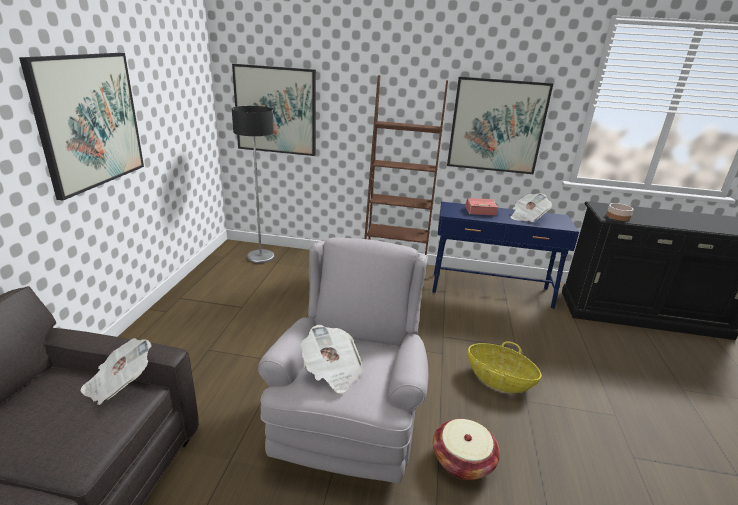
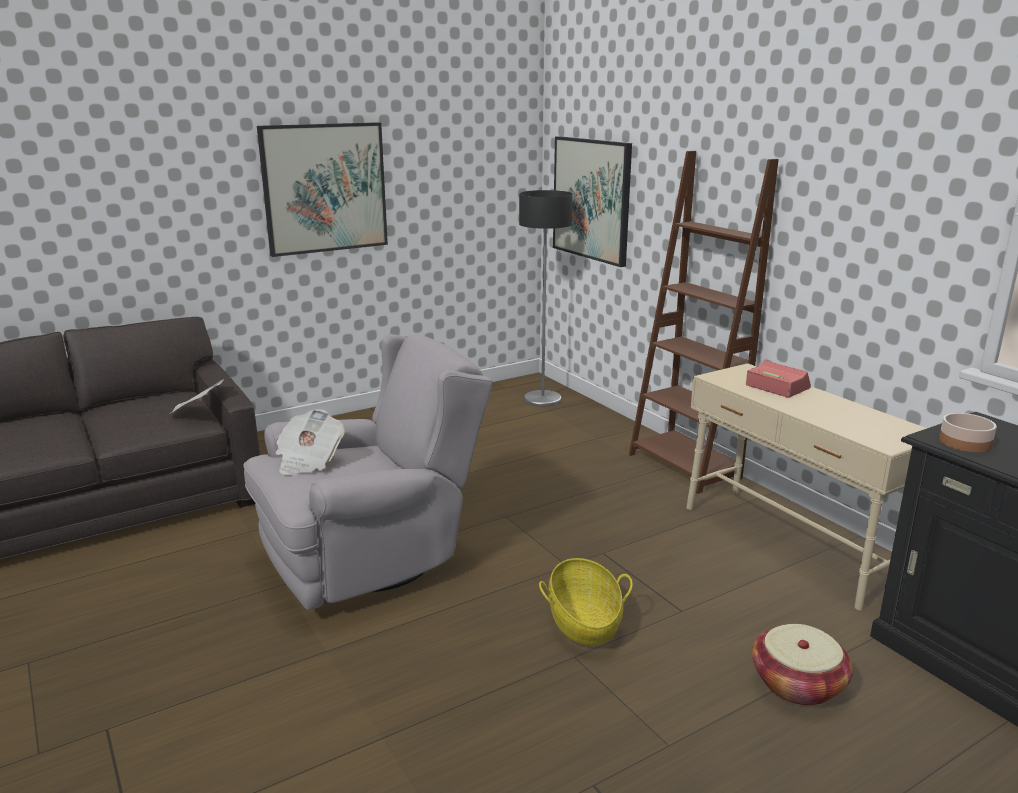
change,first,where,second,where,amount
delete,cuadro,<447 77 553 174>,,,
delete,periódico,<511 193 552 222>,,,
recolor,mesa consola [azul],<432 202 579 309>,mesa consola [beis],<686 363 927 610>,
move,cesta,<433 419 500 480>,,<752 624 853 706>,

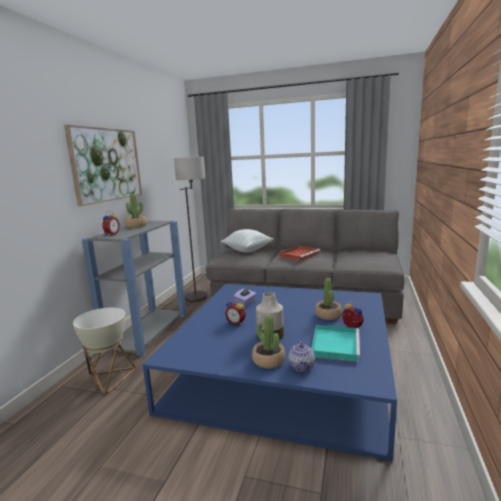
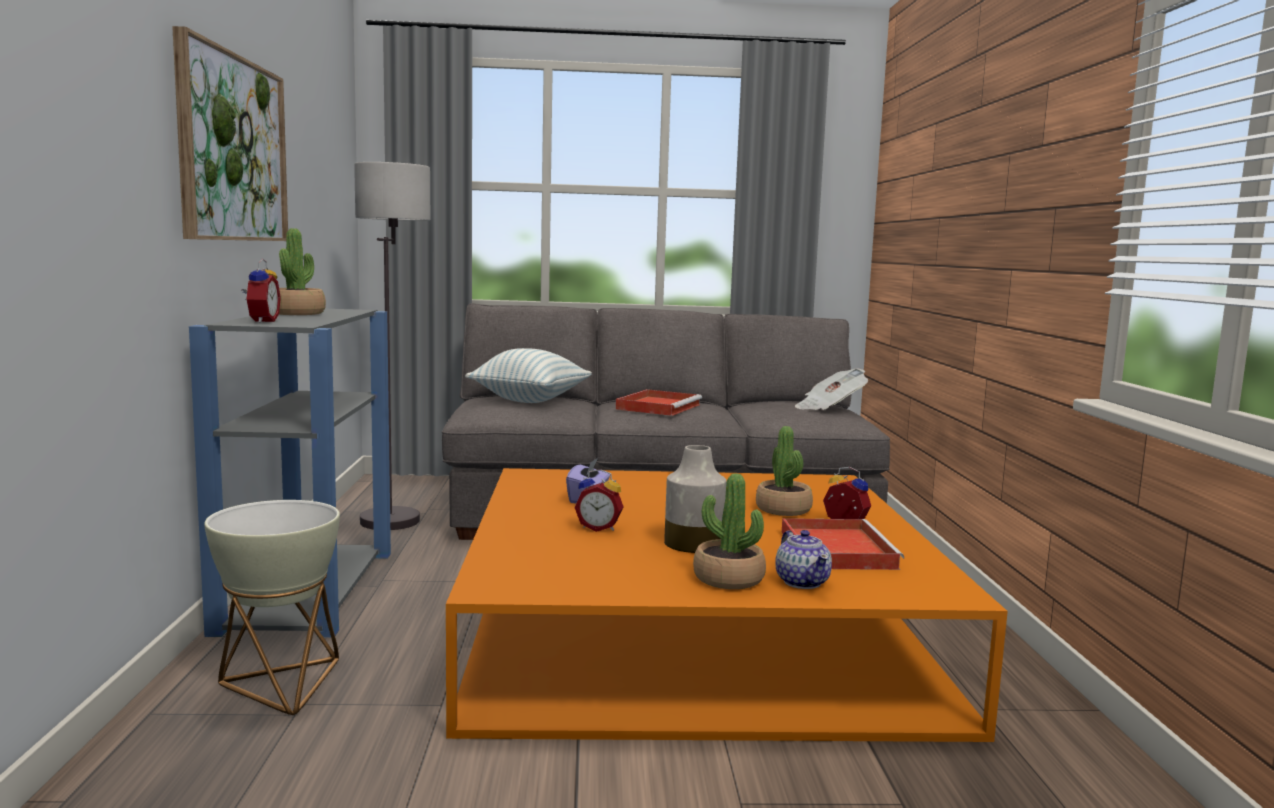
change,first,where,second,where,amount
recolor,mesa de centro [azul],<143 284 397 461>,mesa de centro [naranja],<446 468 1008 742>,
recolor,bandeja [turquesa],<311 325 360 362>,bandeja [rojo],<782 518 904 570>,
insert,,,periódico,<795 369 868 410>,

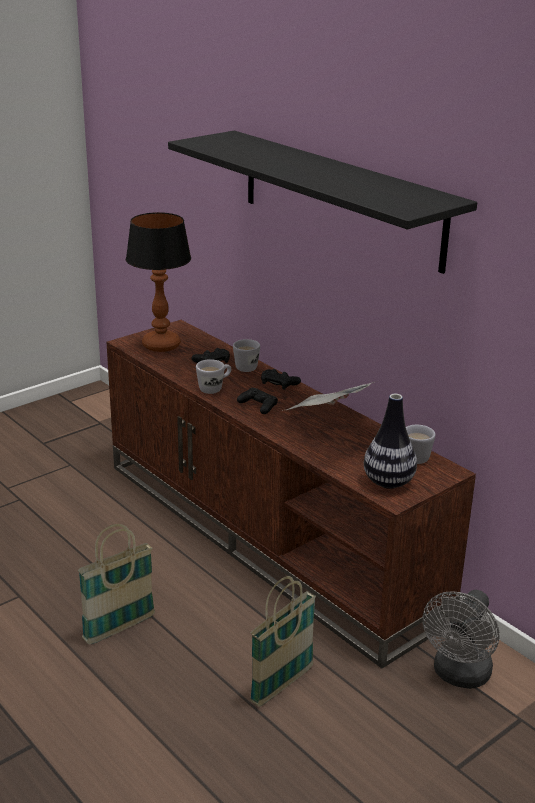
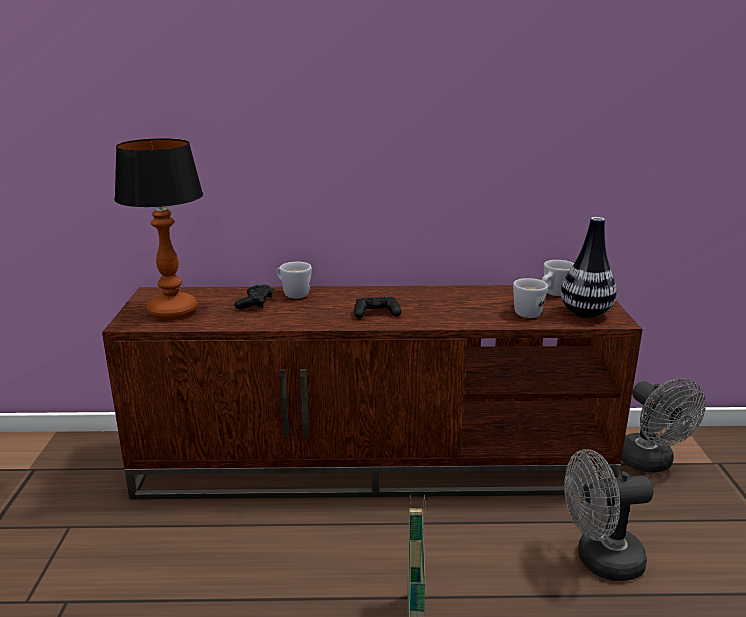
change,first,where,second,where,amount
delete,estante [negro],<168 131 477 274>,,,
move,taza grande [blanco],<196 359 231 394>,,<513 278 548 318>,
delete,mando de consola [negro],<261 369 301 390>,,,
delete,periódico,<282 381 378 411>,,,
replace,cesta,<250 576 316 707>,ventilador [gris],<564 449 653 581>,

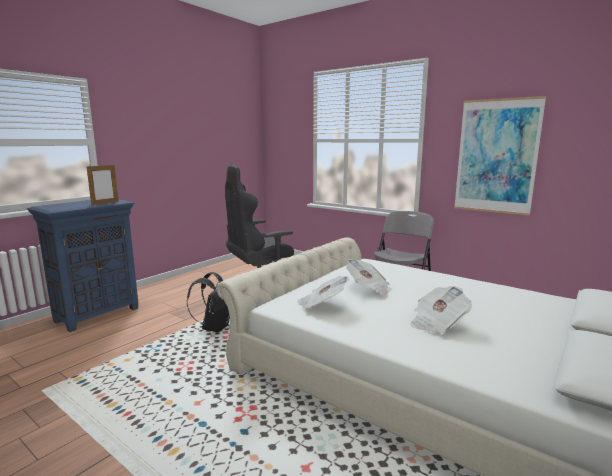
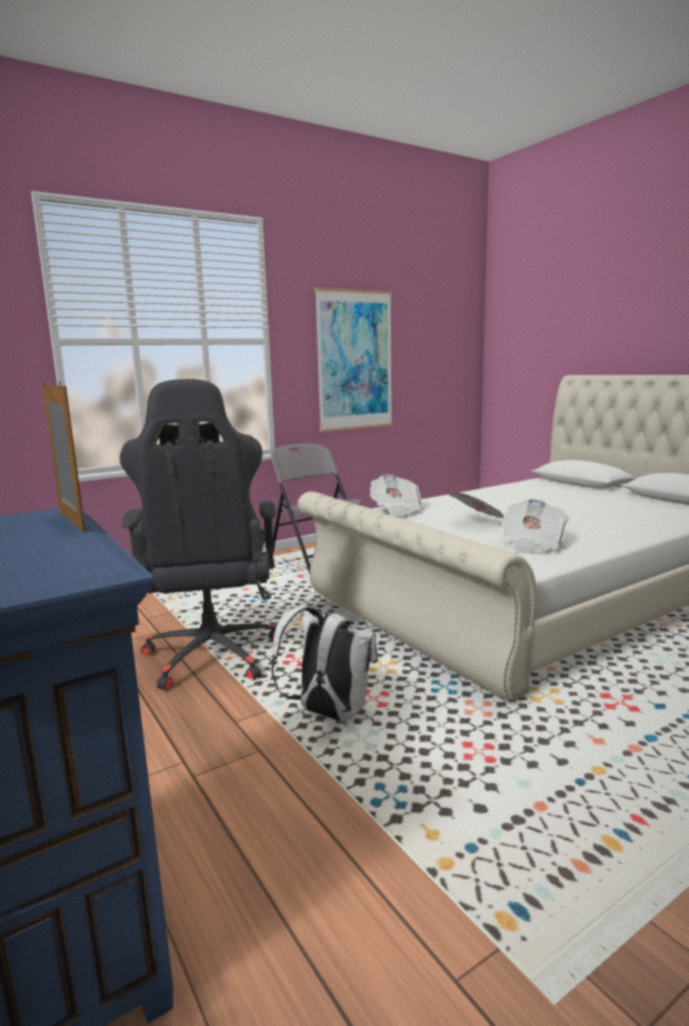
change,first,where,second,where,amount
recolor,mochila [negro],<187 272 230 333>,mochila [blanco],<271 606 378 722>,
move,periódico,<410 286 472 333>,,<370 474 422 517>,

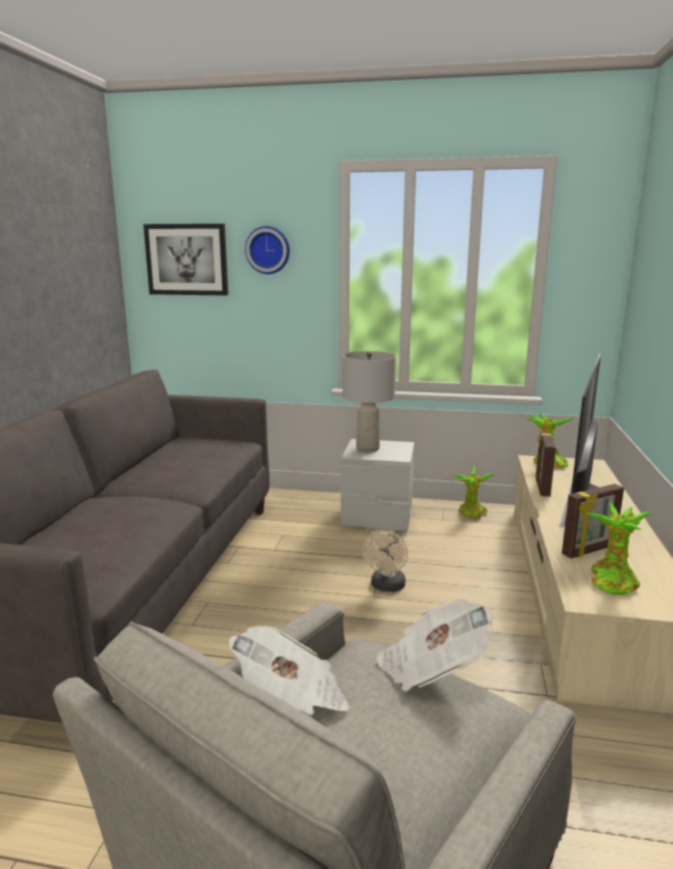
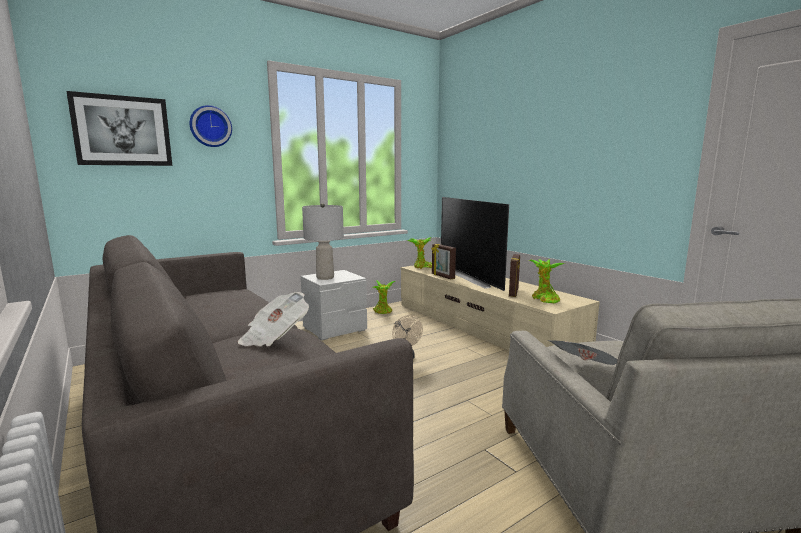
change,first,where,second,where,amount
move,periódico,<376 599 493 692>,,<238 292 309 346>,

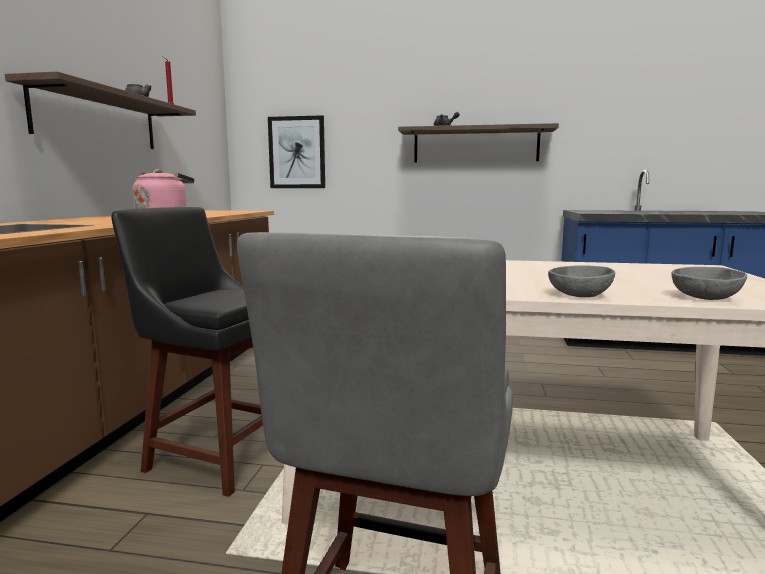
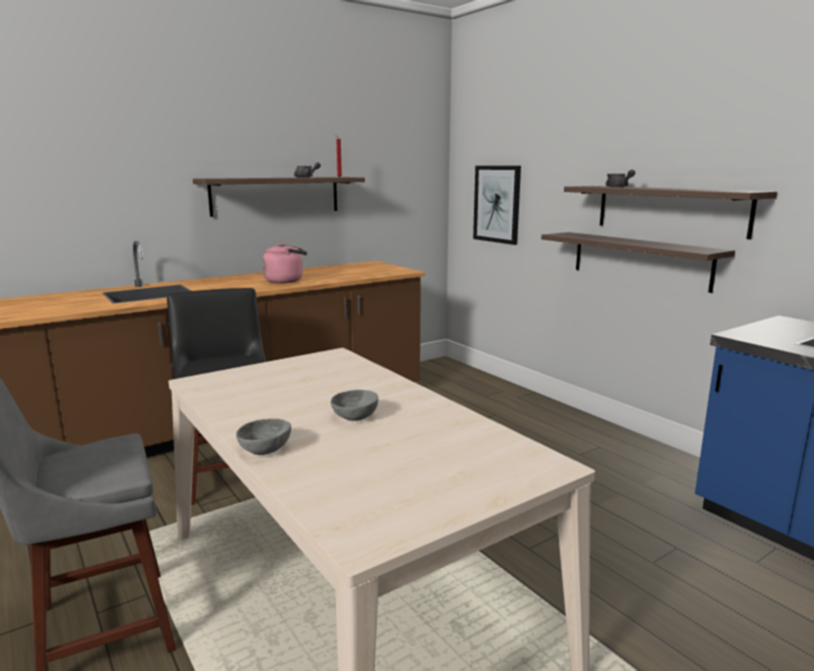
change,first,where,second,where,amount
move,cuenco [gris],<671 267 747 300>,,<331 390 378 421>,
insert,,,estante,<541 232 735 293>,

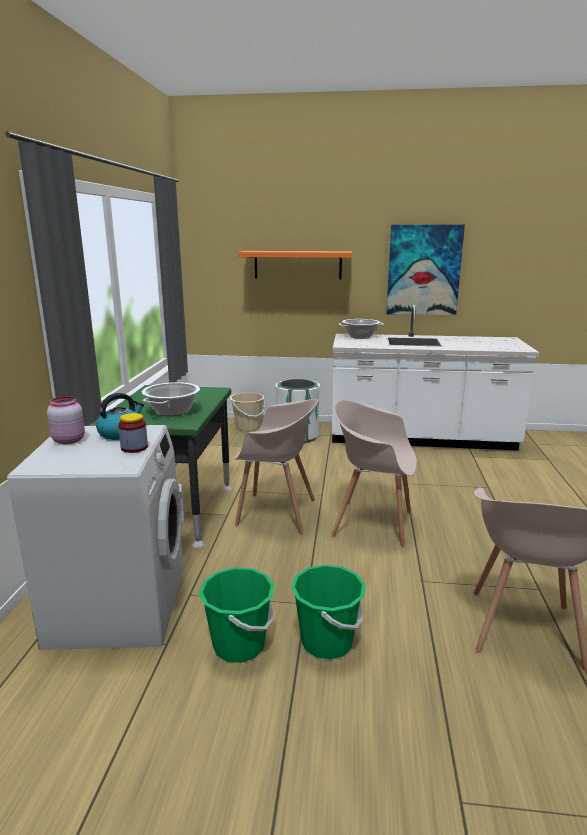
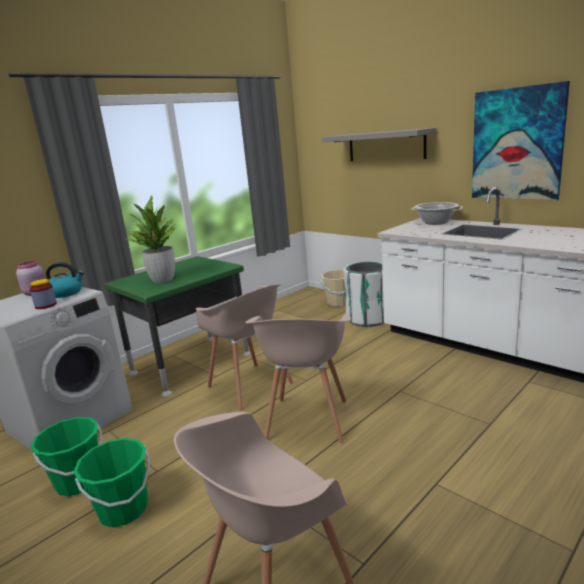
change,first,where,second,where,amount
recolor,estante [naranja],<238 251 352 279>,estante [gris],<322 128 437 161>,
replace,olla,<142 382 200 416>,planta en maceta,<123 195 177 283>,
rotate,silla [beis],<331 400 417 546>,,<245 314 351 443>,135 degrees counterclockwise

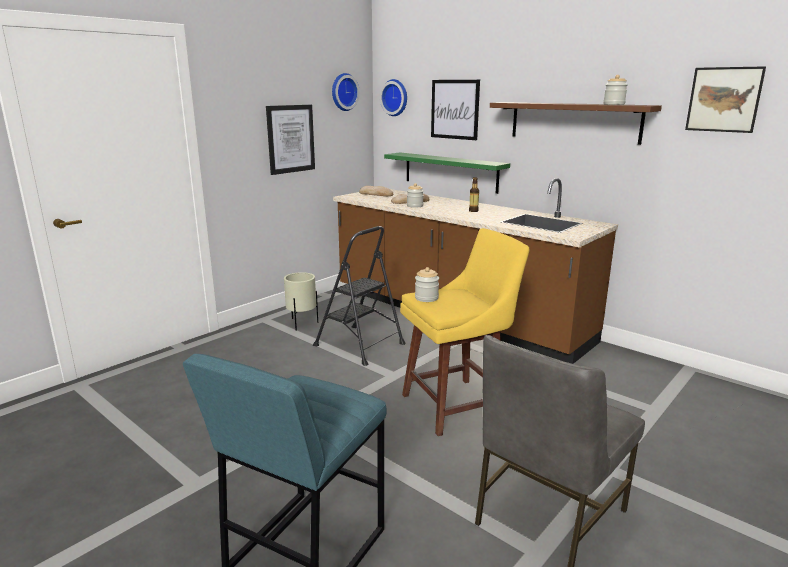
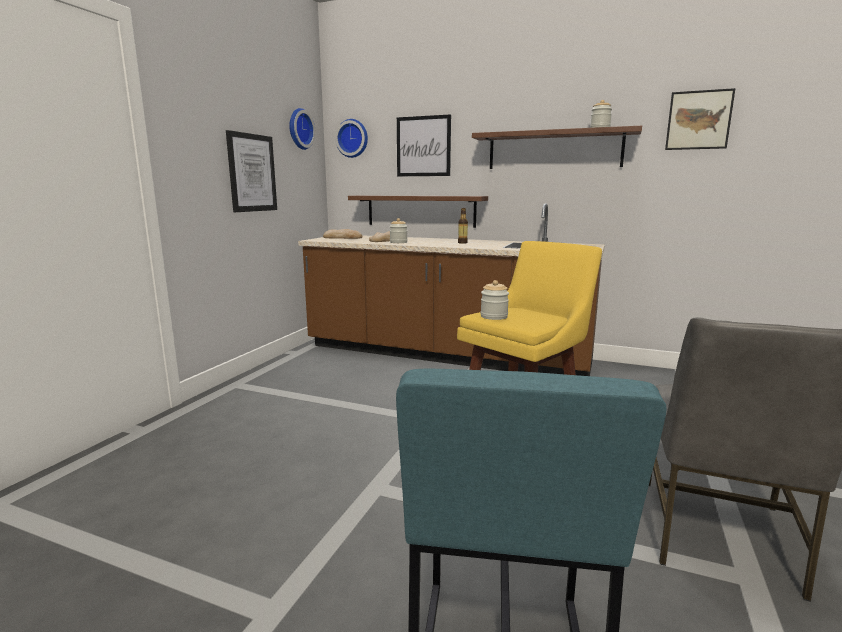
change,first,where,second,where,amount
recolor,estante [verde],<384 152 510 194>,estante [marrón],<348 196 488 228>,
delete,escalera de tijera [negro],<313 226 406 366>,,,
delete,maceta [beis],<284 272 318 331>,,,

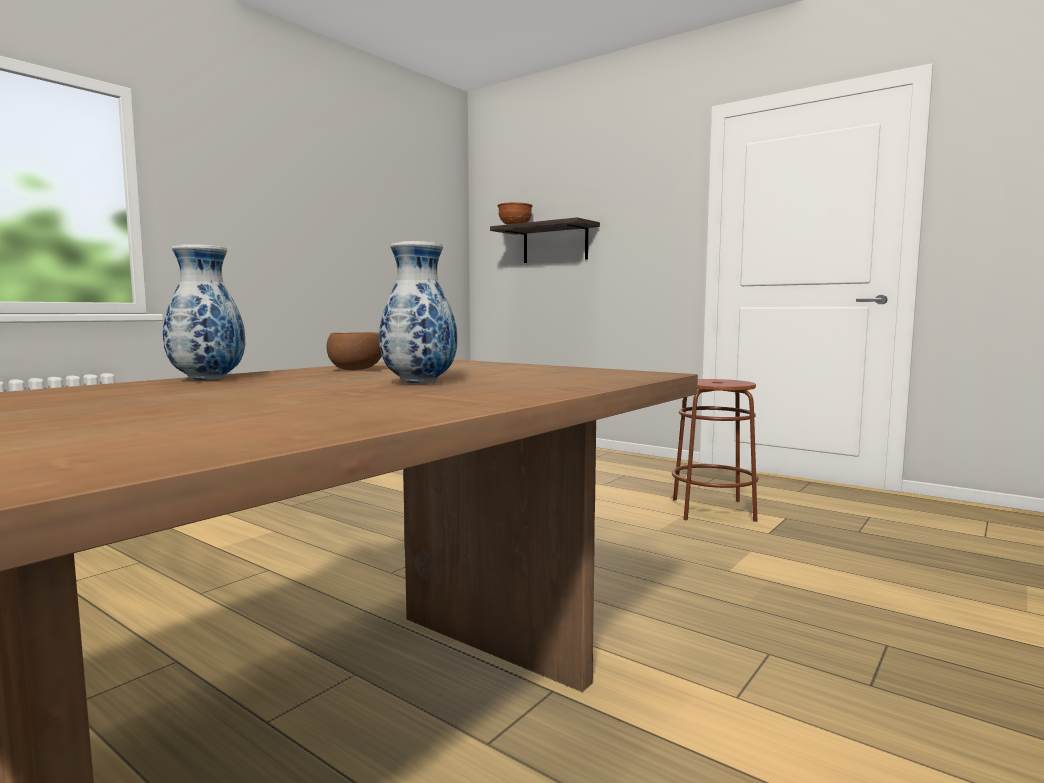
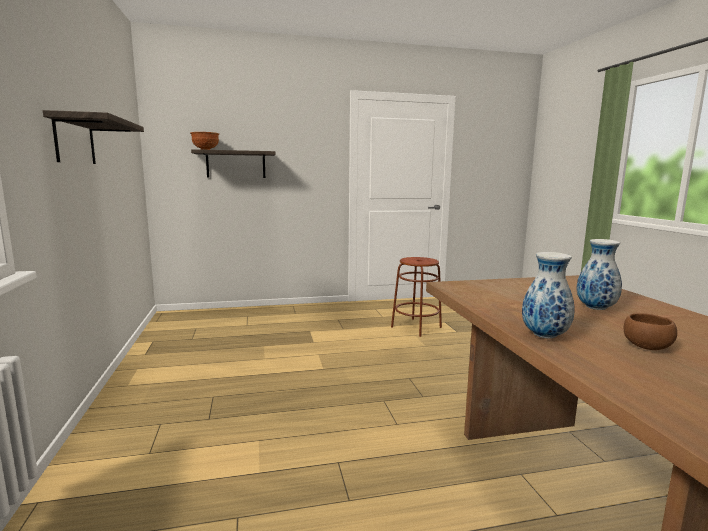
change,first,where,second,where,amount
move,cuenco [marrón],<327 332 382 370>,,<624 313 677 350>,
insert,,,estante,<43 110 144 164>,

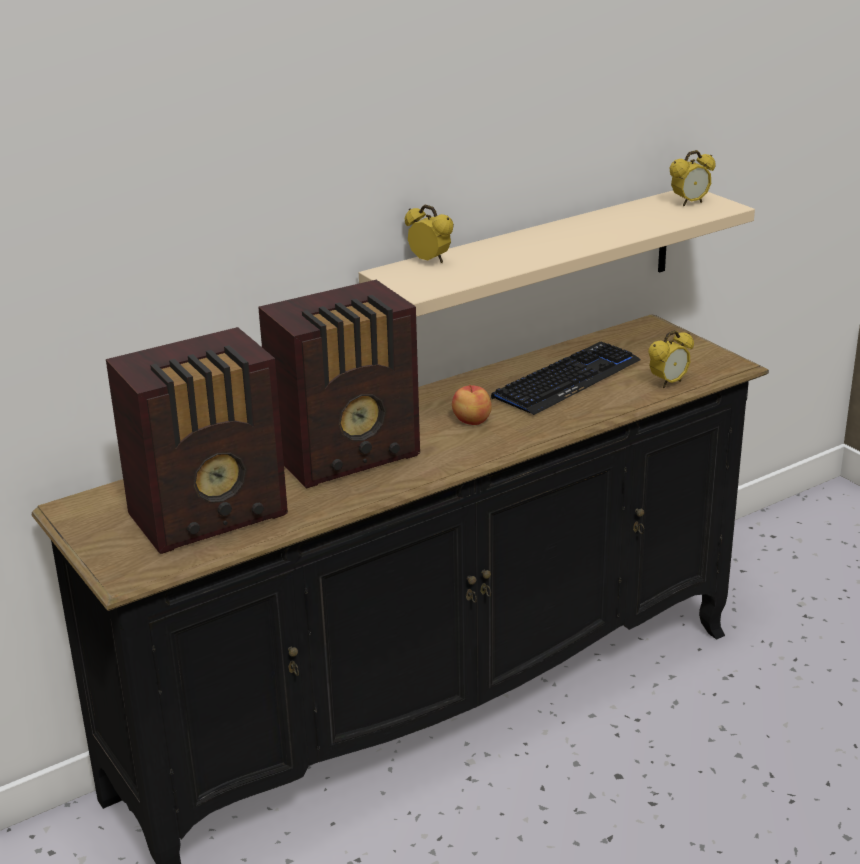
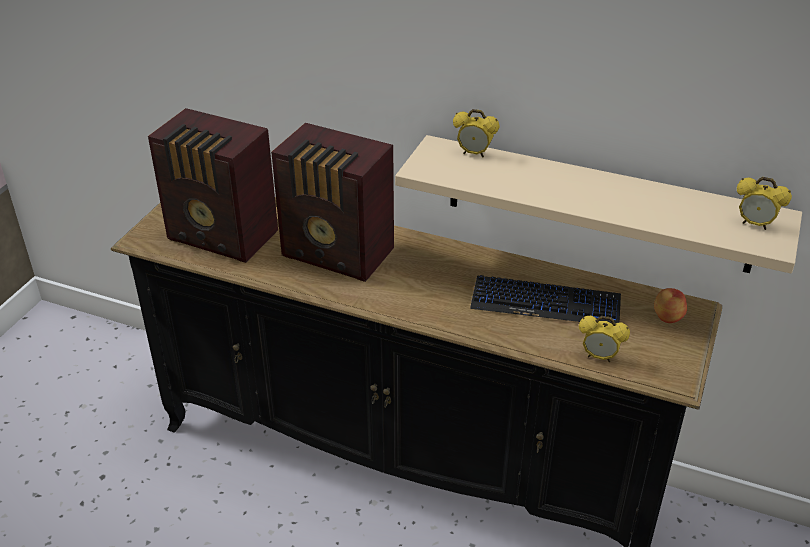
change,first,where,second,where,amount
rotate,despertador,<405 204 454 263>,,<453 109 500 157>,105 degrees clockwise
move,manzana,<452 385 492 425>,,<654 288 687 323>,

